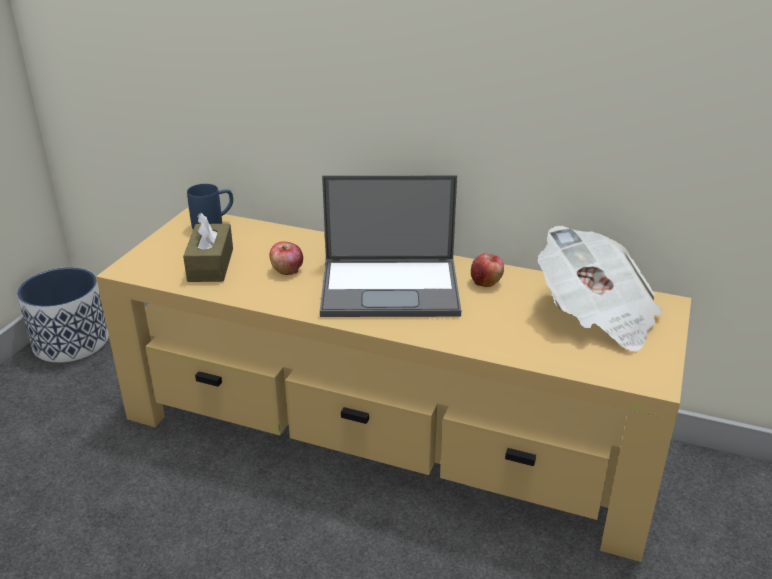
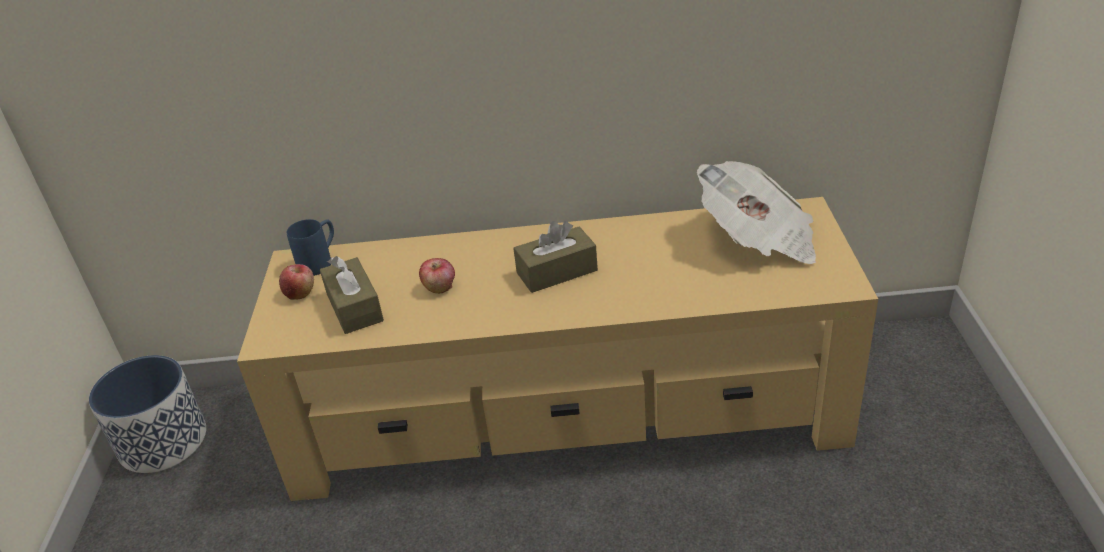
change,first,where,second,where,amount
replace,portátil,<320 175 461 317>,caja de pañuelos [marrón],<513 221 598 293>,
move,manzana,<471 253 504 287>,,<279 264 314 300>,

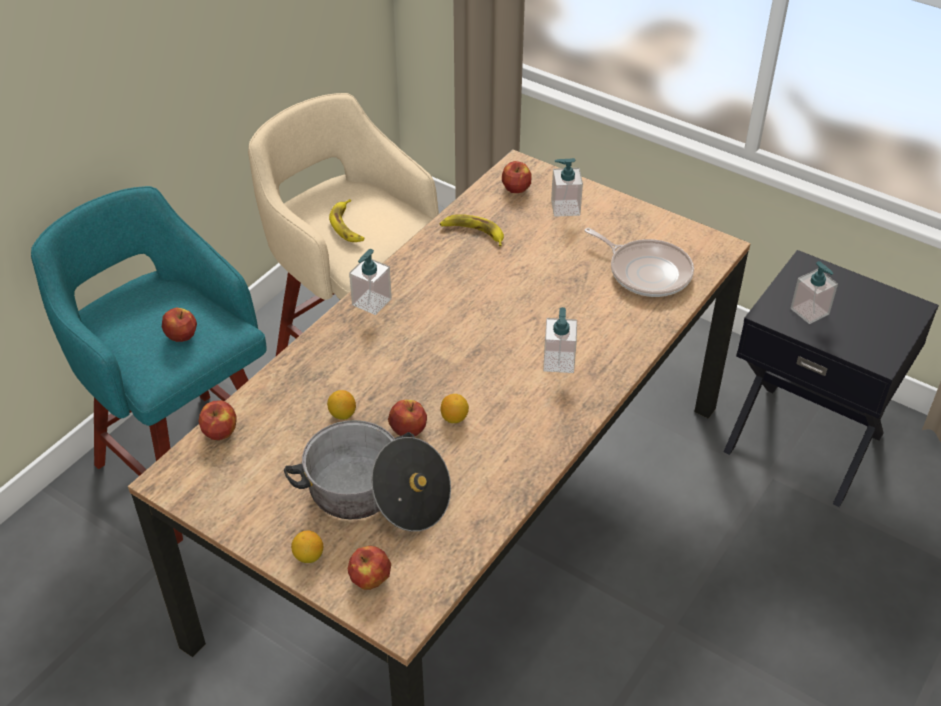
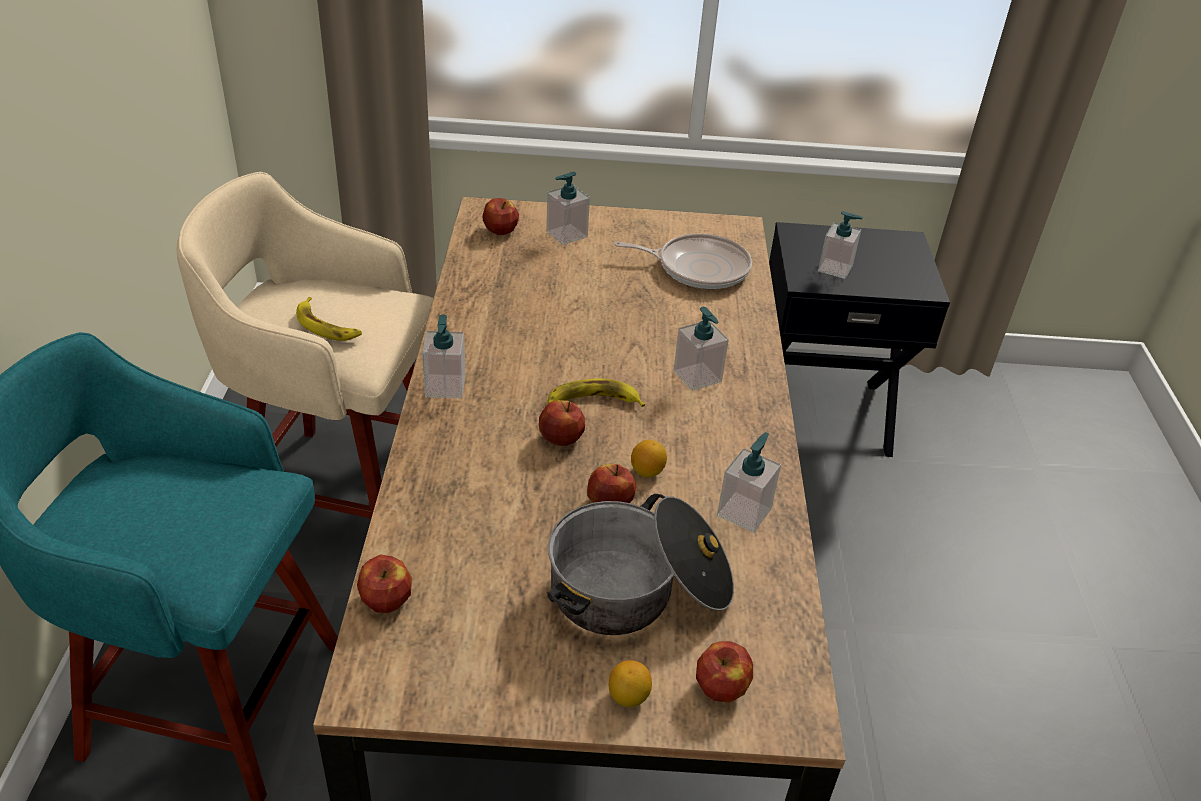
change,first,where,second,where,amount
move,plátano,<440 214 504 247>,,<547 379 645 407>,
move,manzana,<162 308 197 342>,,<539 400 585 446>,
delete,limón,<327 390 356 420>,,,
insert,,,dispensador de jabón,<717 432 781 533>,

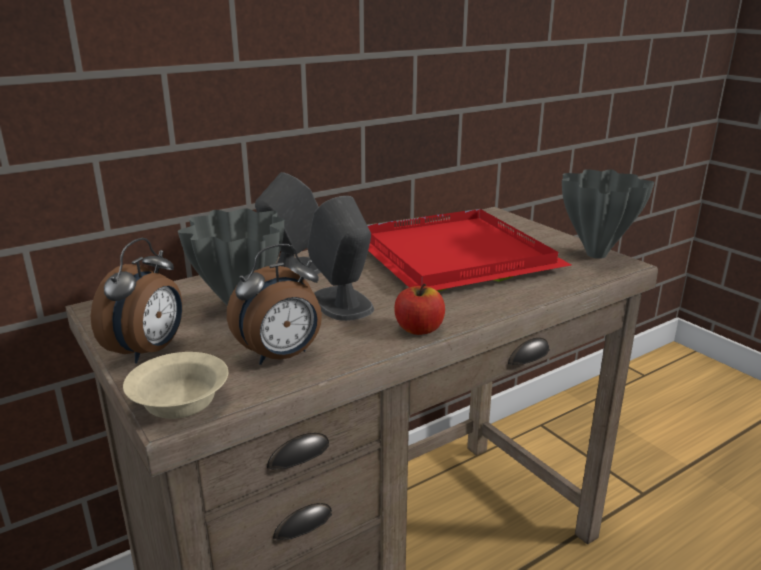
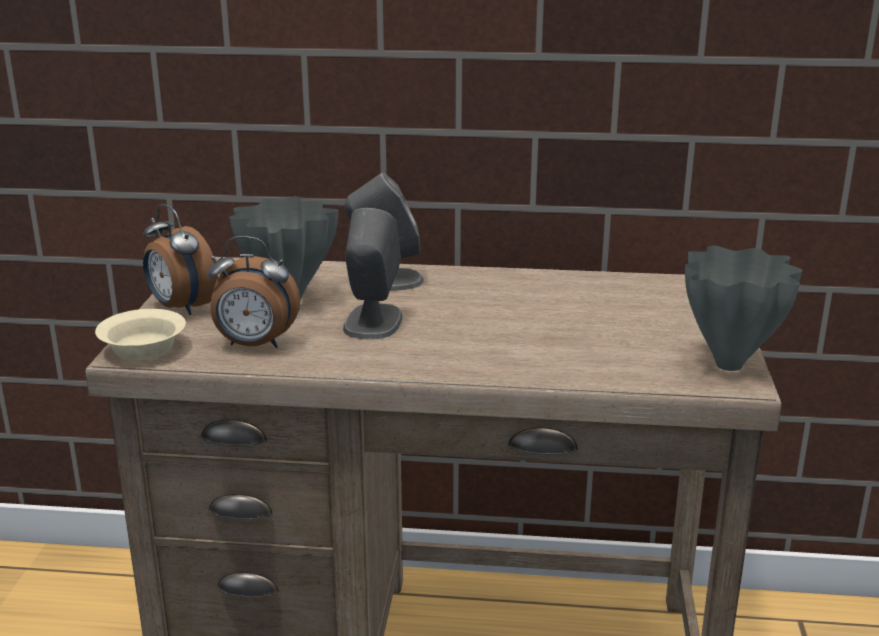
change,first,where,second,where,amount
delete,bandeja [rojo],<367 209 571 292>,,,
rotate,despertador,<91 238 183 363>,,<143 204 218 315>,75 degrees clockwise
delete,manzana,<394 283 445 335>,,,

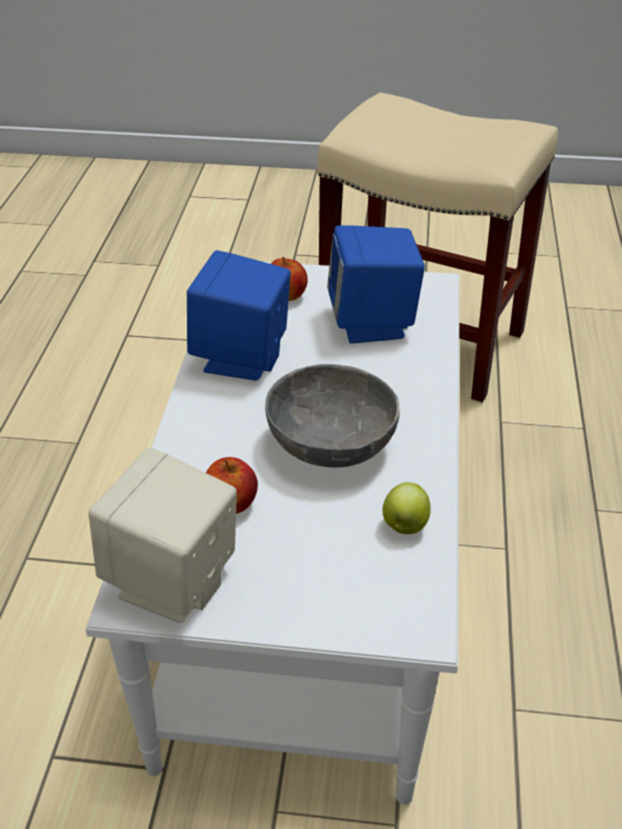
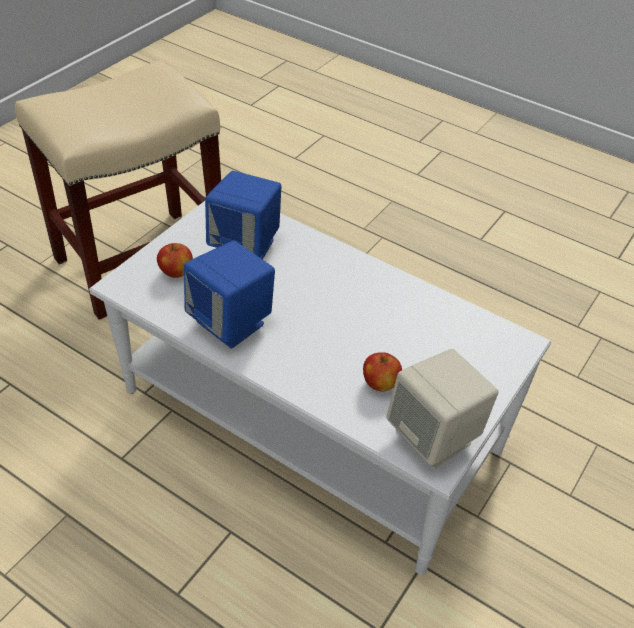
change,first,where,second,where,amount
delete,cuenco [gris],<265 364 399 468>,,,
delete,manzana,<382 482 431 534>,,,

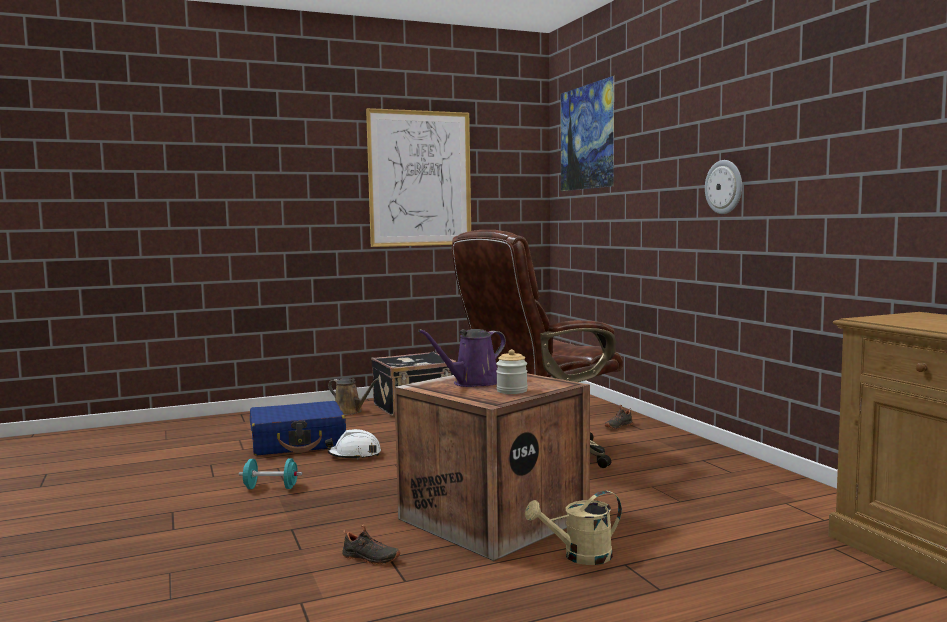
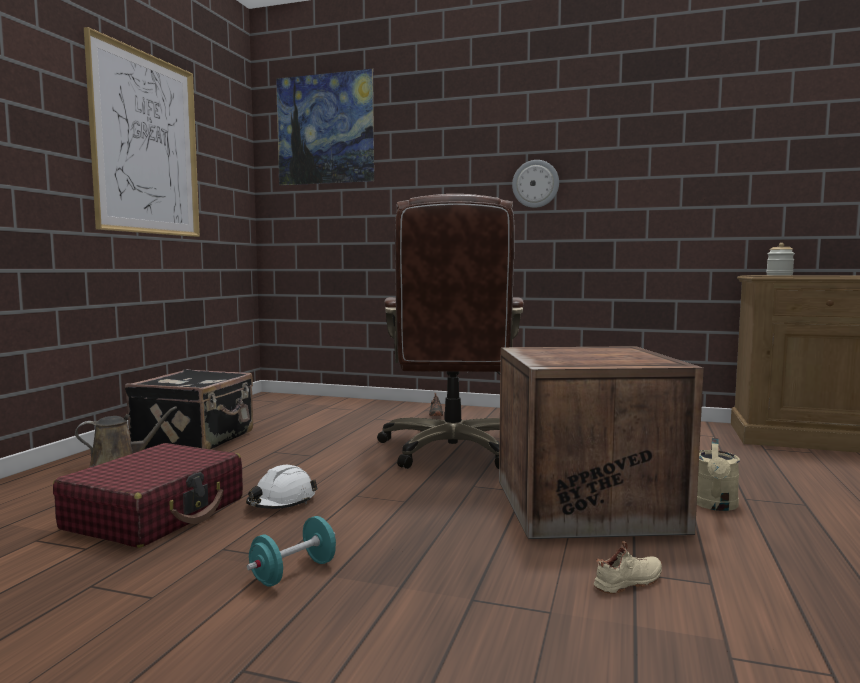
change,first,where,second,where,amount
delete,regadera [morado],<418 329 506 387>,,,
move,tarro,<496 349 528 394>,,<766 243 795 276>,
recolor,maleta [azul],<250 401 346 455>,maleta [rojo],<53 443 243 548>,
recolor,zapato [negro],<342 524 400 565>,zapato [beis],<594 541 662 594>,

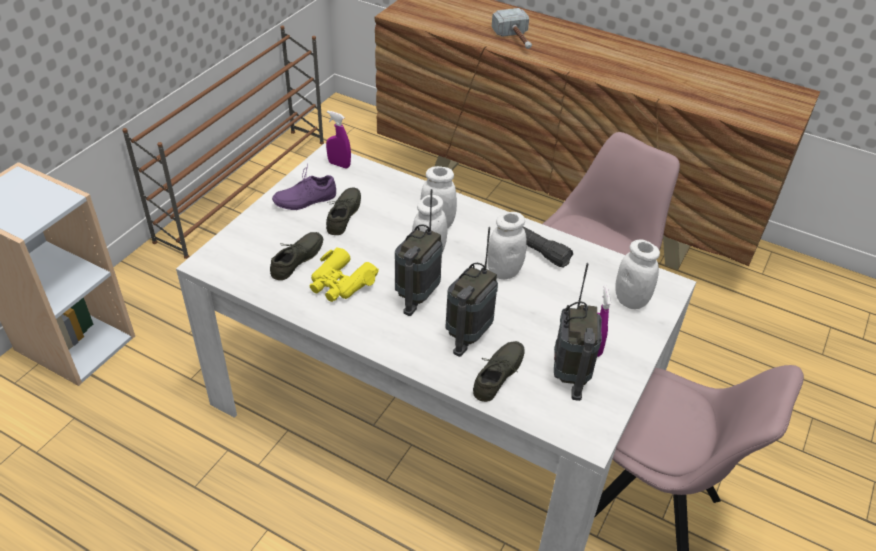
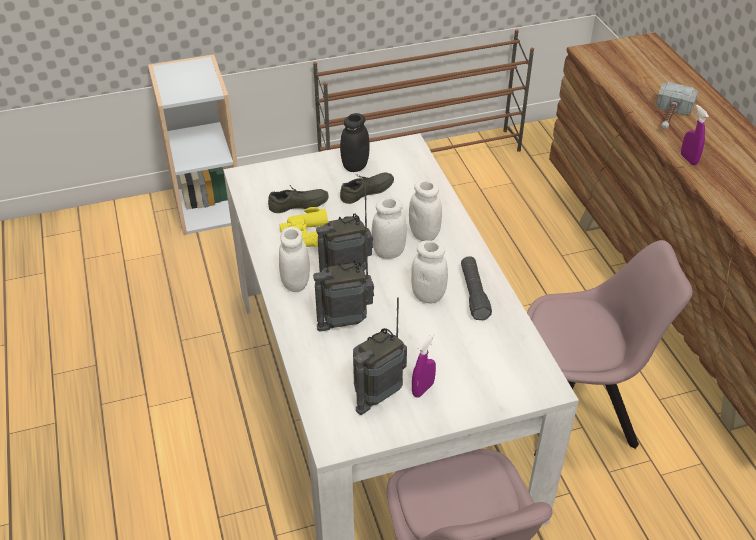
change,first,where,second,where,amount
move,pulverizador [morado],<326 111 351 168>,,<681 105 709 165>,
replace,zapato [morado],<272 164 336 210>,tarro [negro],<340 113 370 172>,
move,tarro [blanco],<615 239 660 309>,,<279 227 310 292>,
delete,zapato [gris],<473 341 525 402>,,,

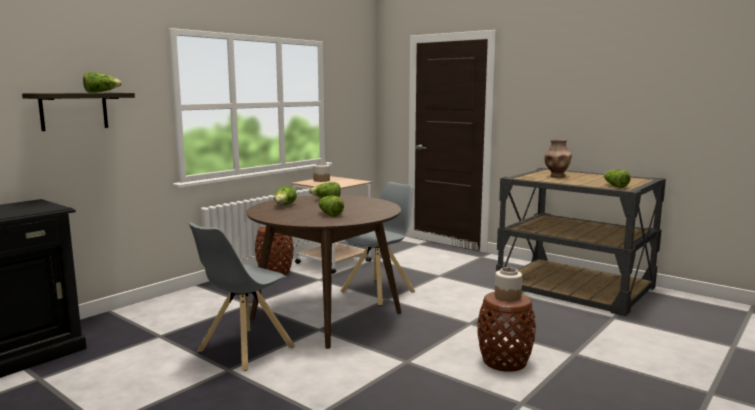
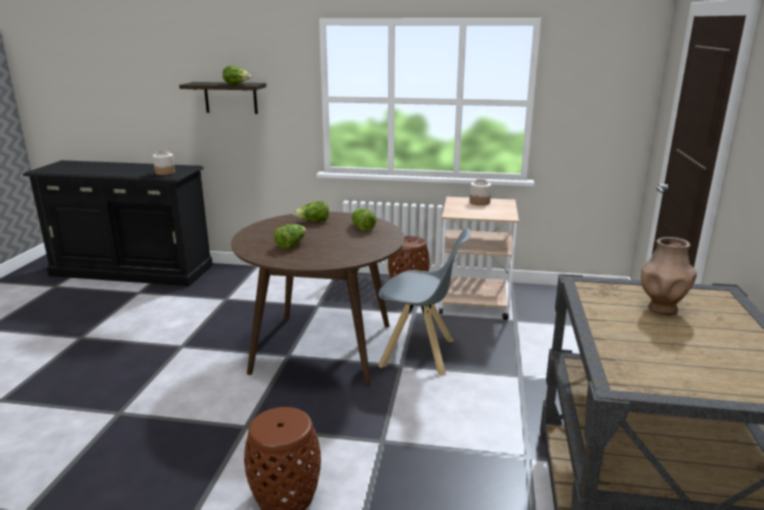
change,first,where,second,where,amount
delete,lechuga,<604 169 631 188>,,,
delete,silla [gris],<188 222 295 371>,,,
move,tarro,<495 267 522 301>,,<153 151 175 175>,

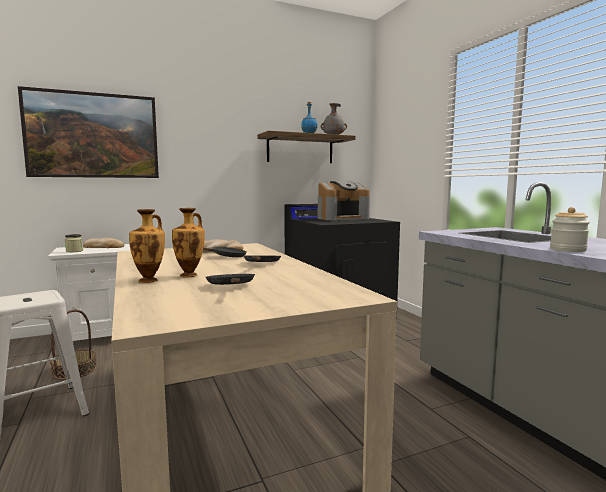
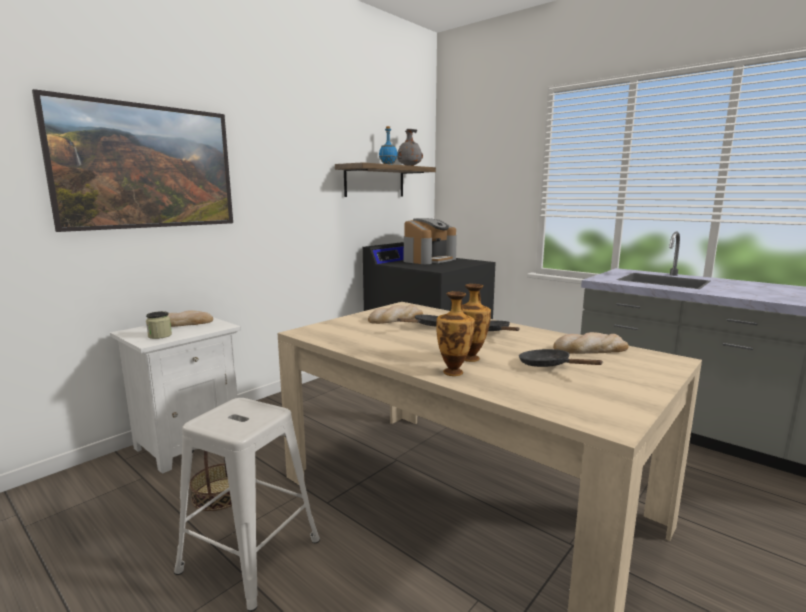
change,first,where,second,where,amount
delete,tarro,<550 207 590 252>,,,
insert,,,pan,<553 332 629 354>,

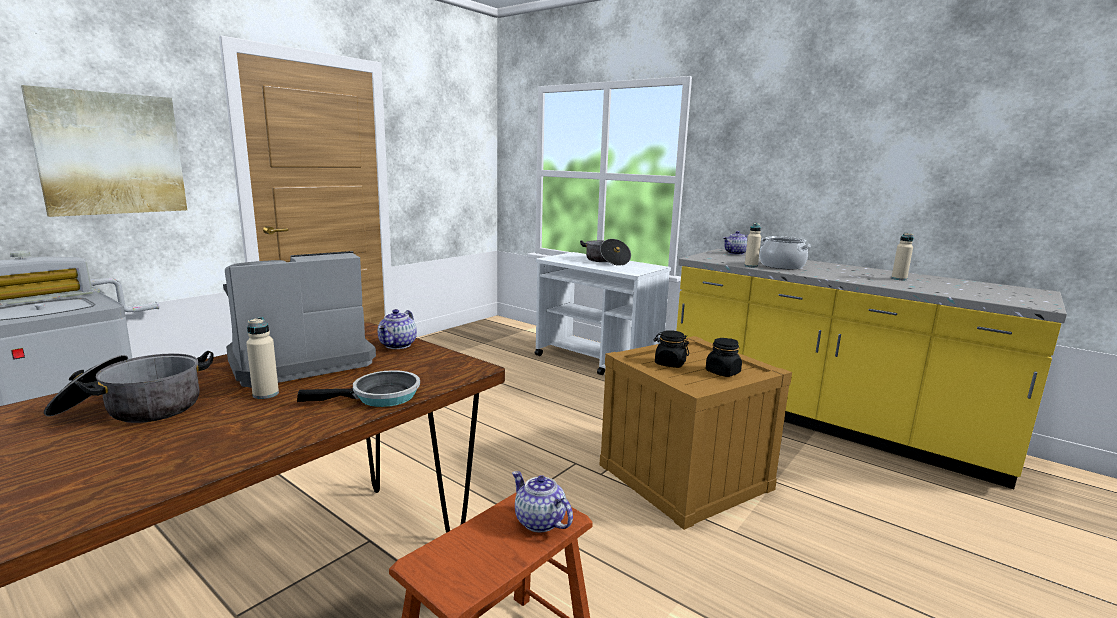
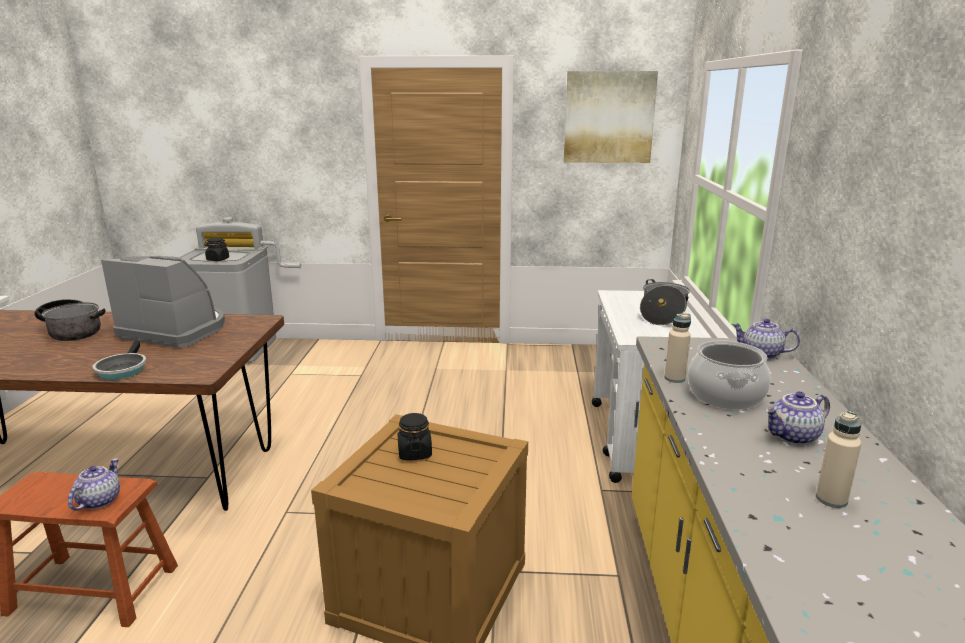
change,first,where,second,where,amount
move,cuadro,<21 85 187 217>,,<564 71 658 163>,
move,tetera,<378 309 417 349>,,<765 392 830 445>,
delete,botella [beis],<246 317 279 399>,,,
move,tarro [negro],<706 338 742 377>,,<204 238 229 261>,
rotate,sartén,<297 370 420 407>,,<93 340 146 380>,45 degrees clockwise

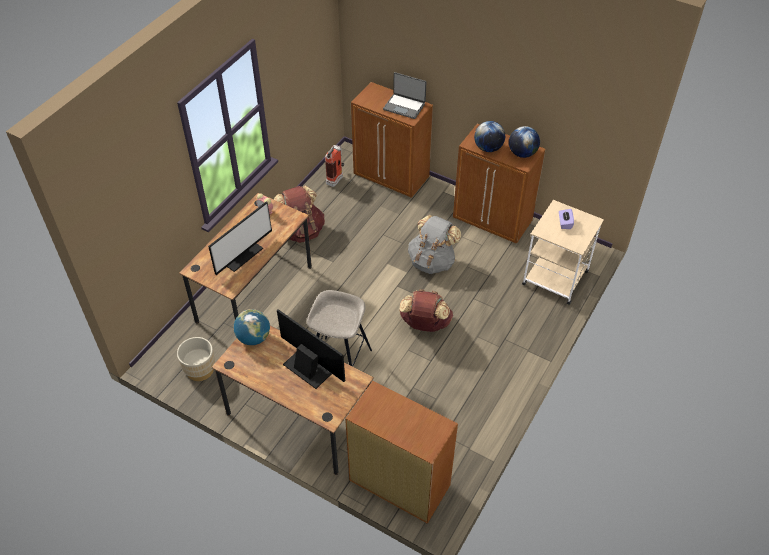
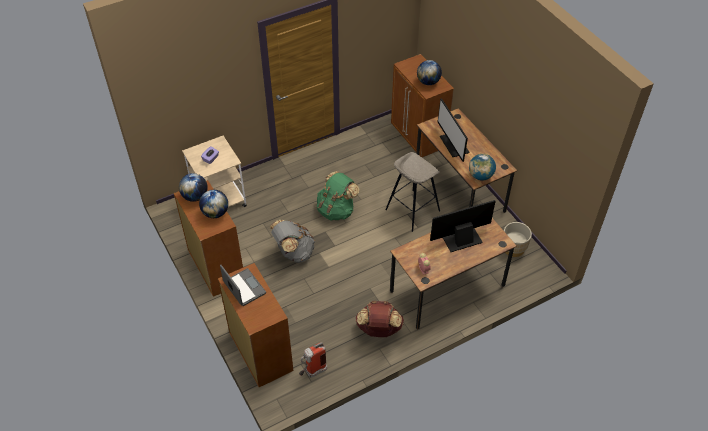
change,first,where,second,where,amount
recolor,mochila [marrón],<399 289 453 332>,mochila [verde],<317 171 359 221>,
insert,,,globo terráqueo,<417 60 442 85>,

